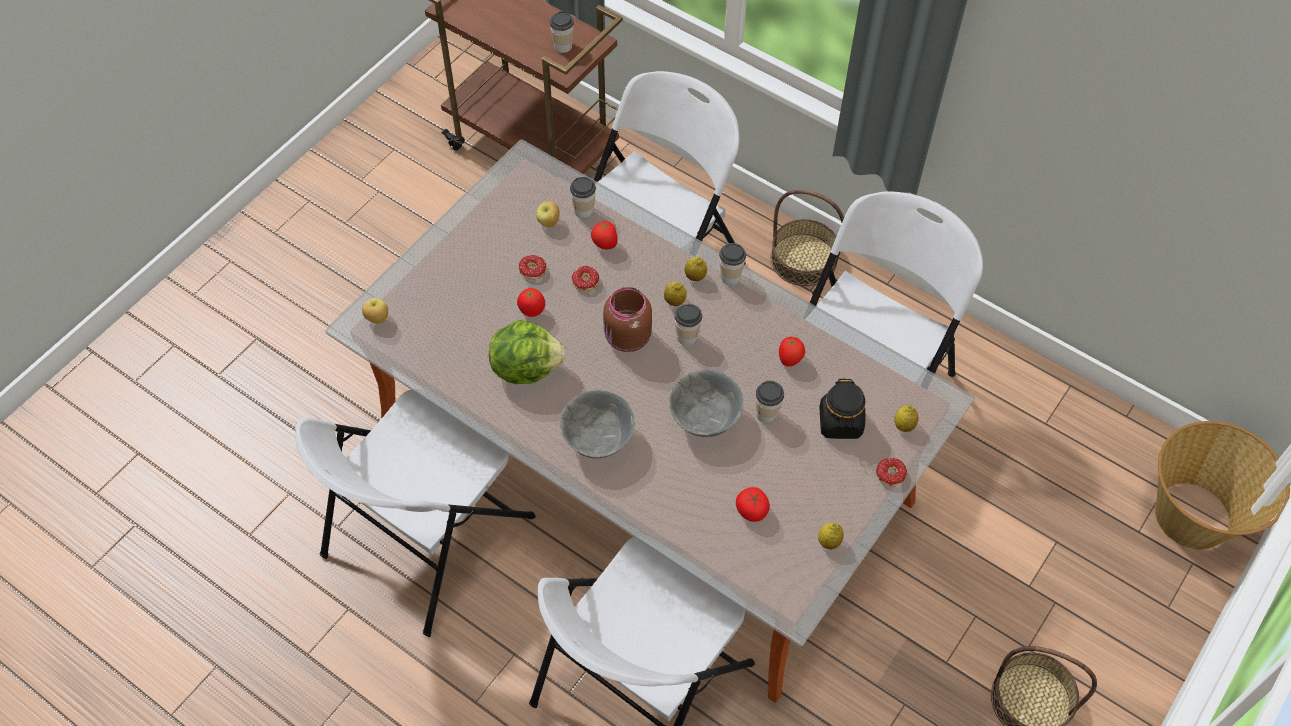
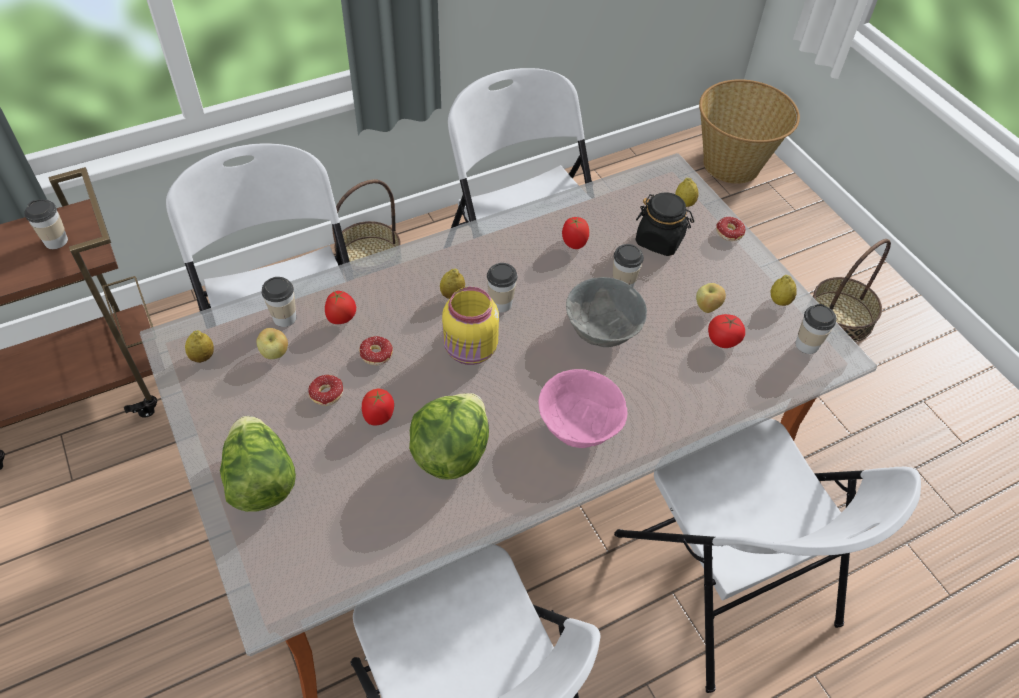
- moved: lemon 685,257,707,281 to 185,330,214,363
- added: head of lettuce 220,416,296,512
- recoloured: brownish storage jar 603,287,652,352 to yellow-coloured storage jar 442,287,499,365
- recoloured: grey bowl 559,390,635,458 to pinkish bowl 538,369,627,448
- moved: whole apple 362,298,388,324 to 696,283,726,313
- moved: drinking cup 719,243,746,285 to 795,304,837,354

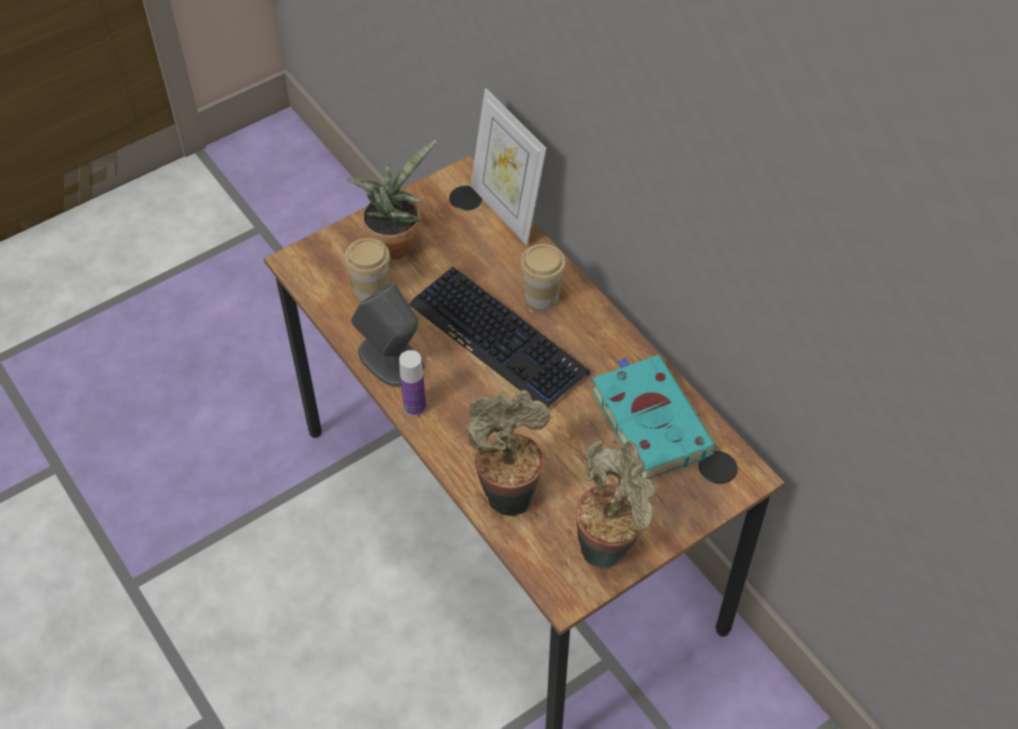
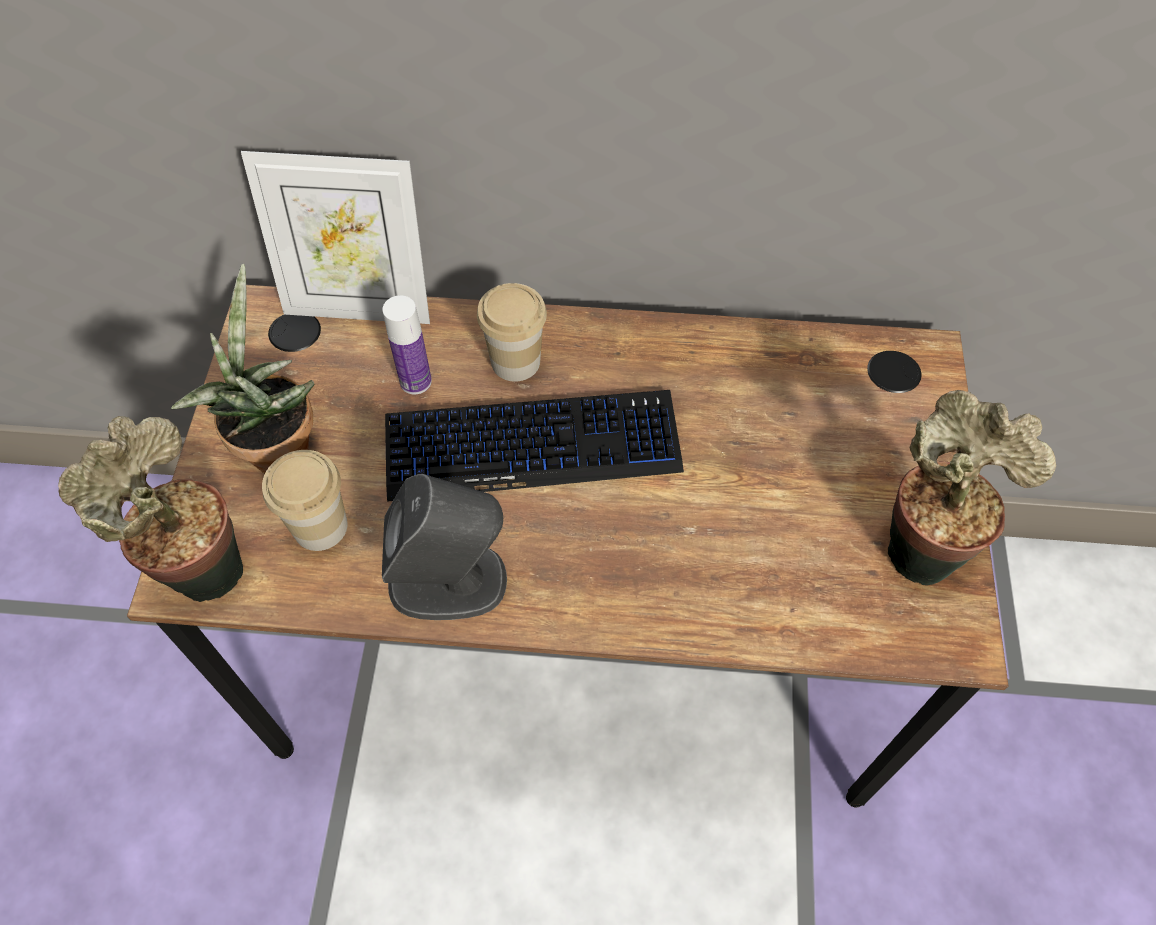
- moved: potted plant 466,390,550,516 to 58,416,243,602
- moved: bottle 399,350,426,416 to 382,295,432,394
- removed: turquoise book 591,355,716,479

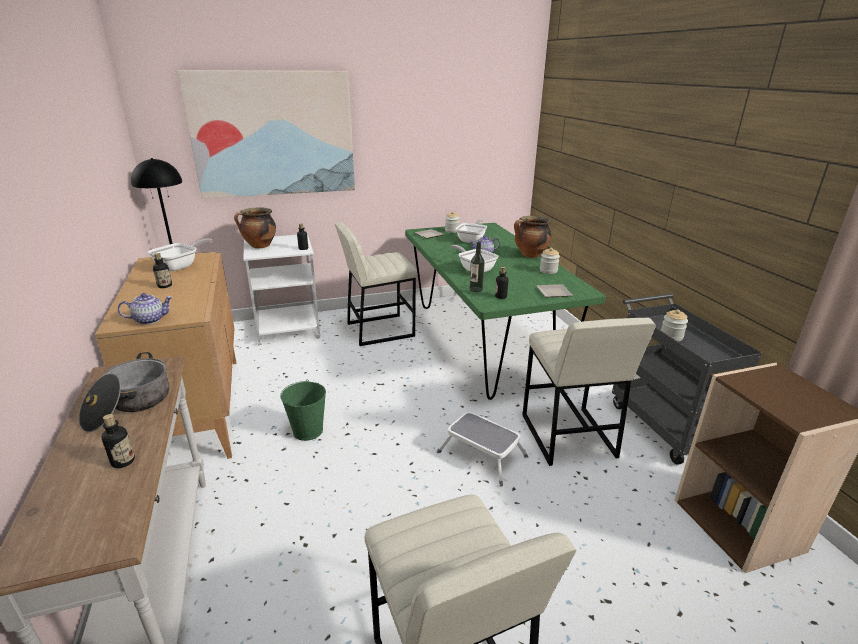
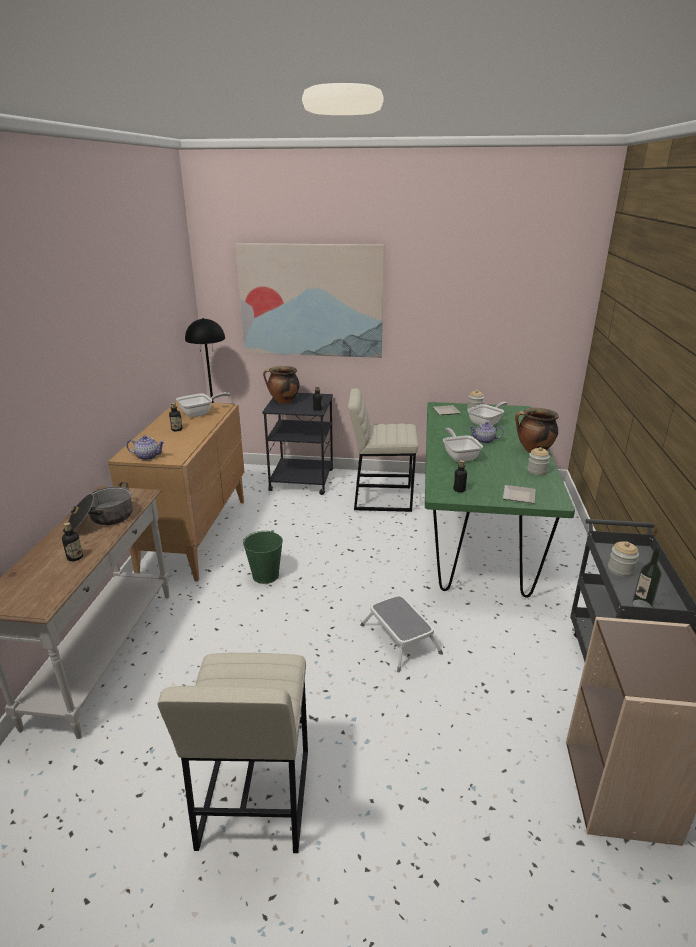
- recoloured: white-coloured trolley 243,234,321,346 to black trolley 262,393,333,495
- moved: bottle 470,242,485,292 to 632,548,661,608
- removed: sand-coloured plain chair 522,318,656,466

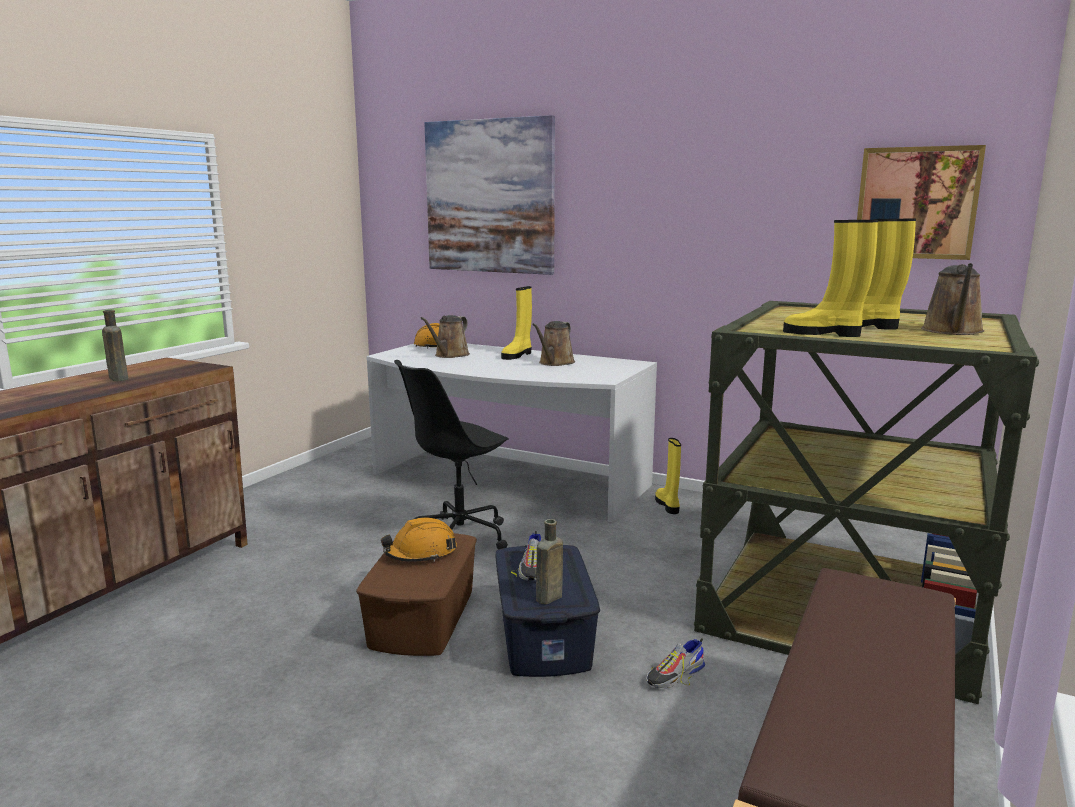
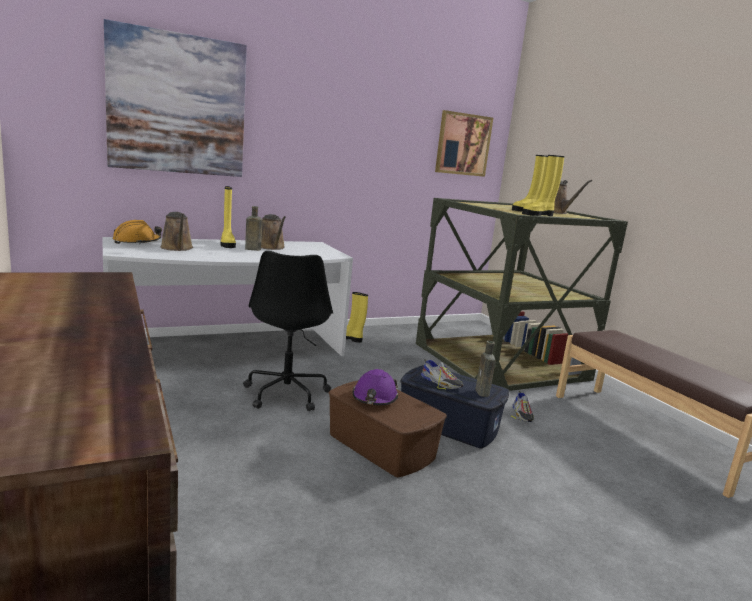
- moved: brownish bottle 102,310,128,381 to 245,206,262,251
- recoloured: orange-coloured work helmet 381,517,457,562 to purplish work helmet 352,369,398,405

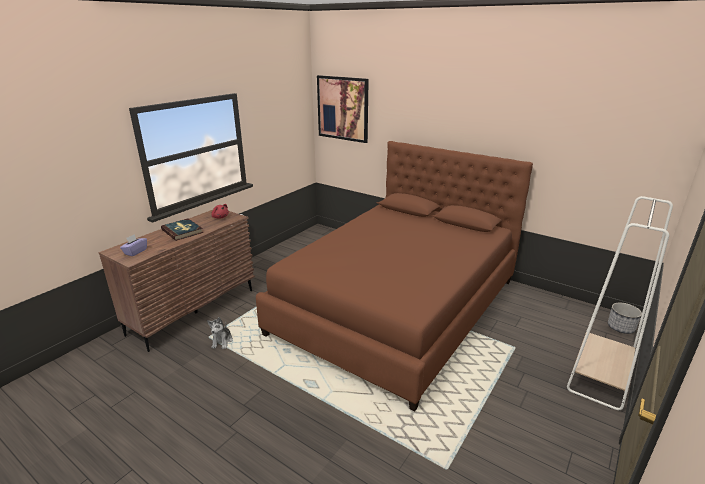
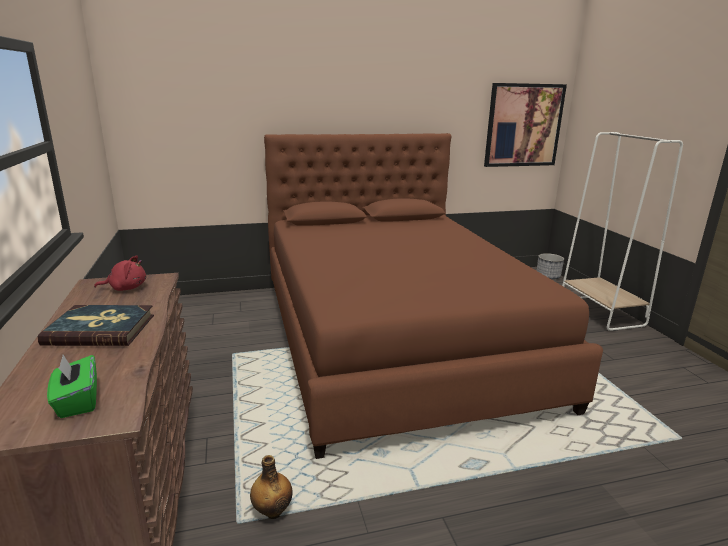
- recoloured: purplish tissue holder 120,234,147,256 to green tissue holder 47,355,97,418
- replaced: cuddly toy 207,317,233,349 to bottle 250,455,293,519
- moved: wall art 317,75,369,143 to 484,83,567,167

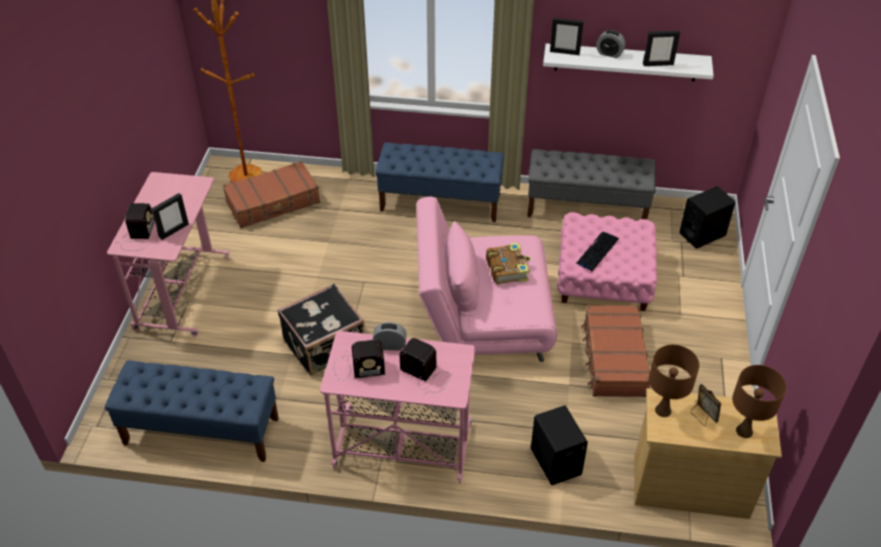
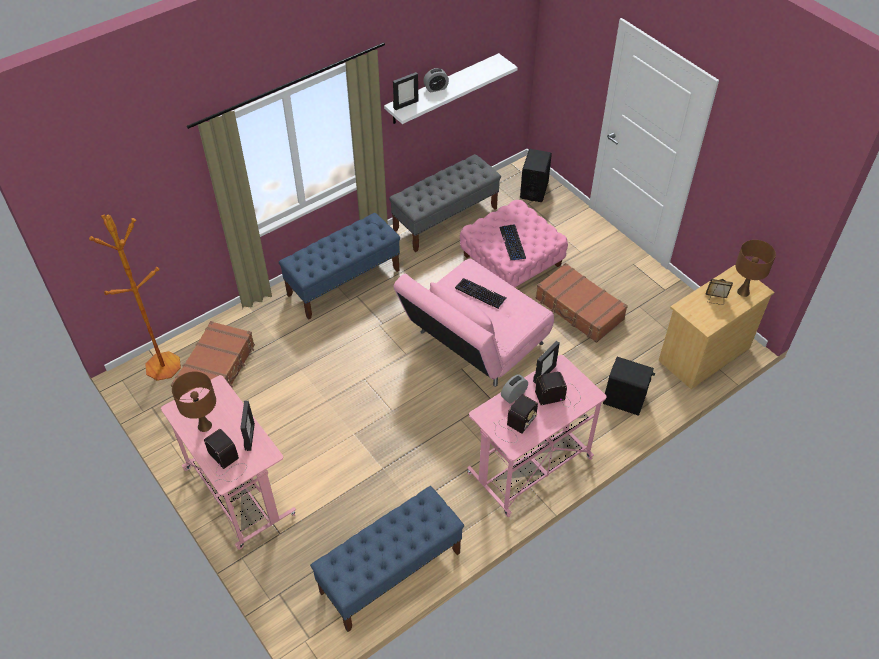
- moved: brownish lamp for a table 649,345,700,417 to 172,371,216,432
- replaced: book 486,242,531,285 to computer keyboard 455,278,507,309
- moved: picture frame 643,31,680,66 to 533,341,560,384
- removed: black piece of luggage 277,284,364,375

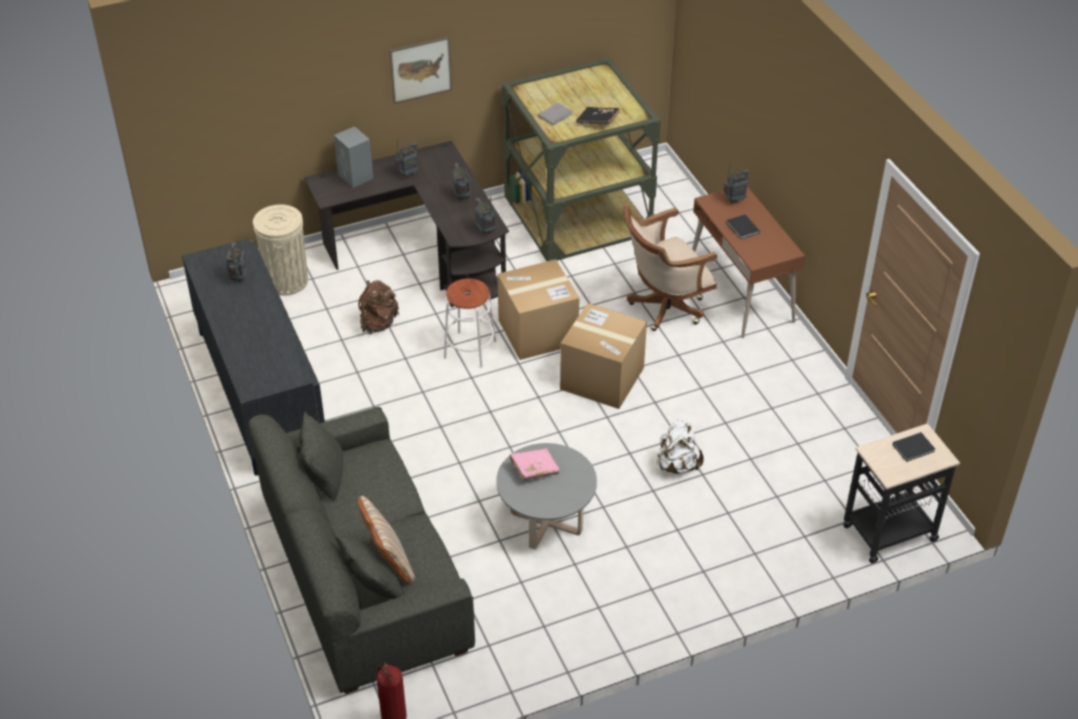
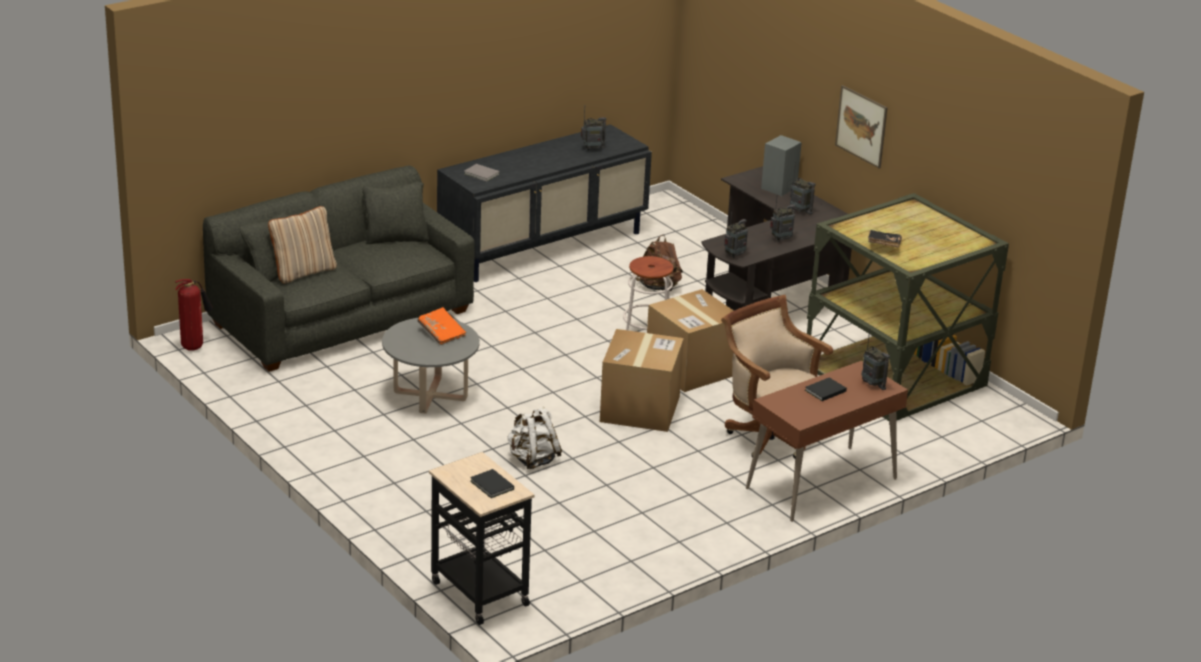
- recoloured: pinkish book 510,448,559,480 to orange-coloured book 418,307,467,345
- moved: grey book 538,103,573,125 to 464,164,499,182
- removed: sand-coloured trash can 253,204,308,296

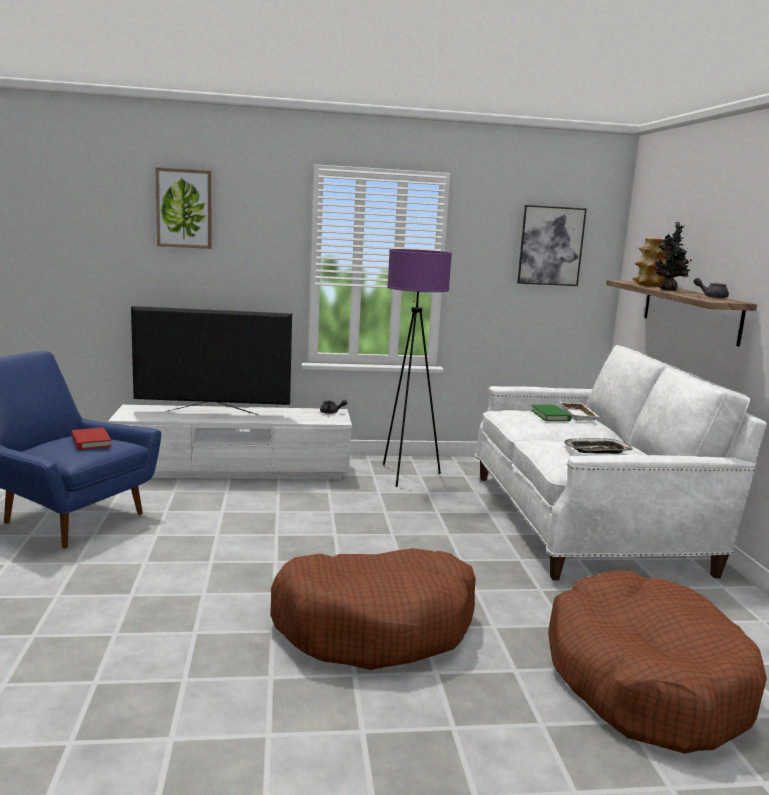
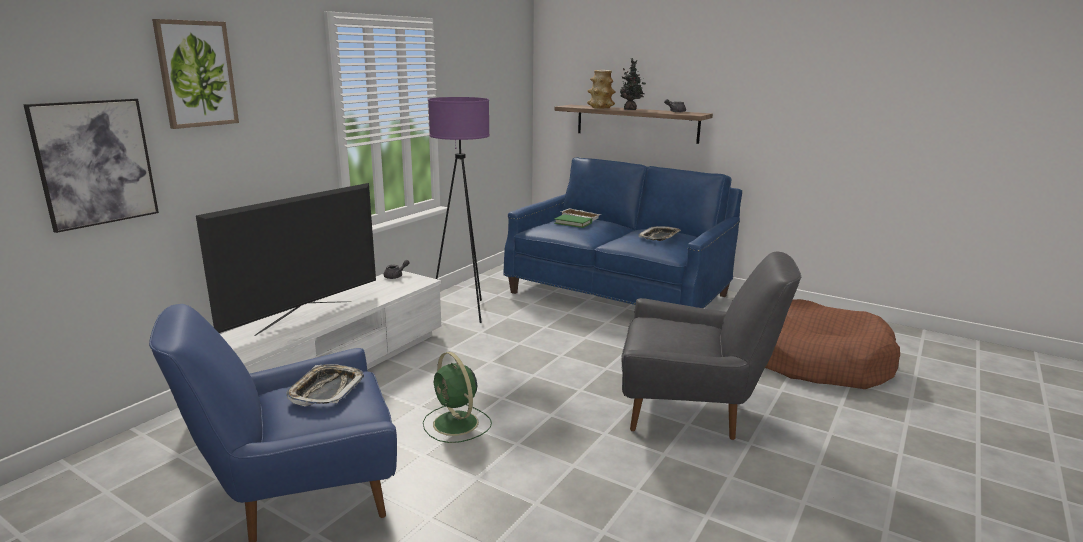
- moved: wall art 517,205,587,286 to 23,98,159,233
- replaced: red-coloured book 71,427,112,450 to tray 286,364,364,406
- added: green fan 423,352,492,443
- recoloured: white-coloured couch 475,345,767,580 to blue couch 503,157,742,308
- replaced: brownish dog cushion 270,548,476,670 to grey lounge chair 621,252,801,440

